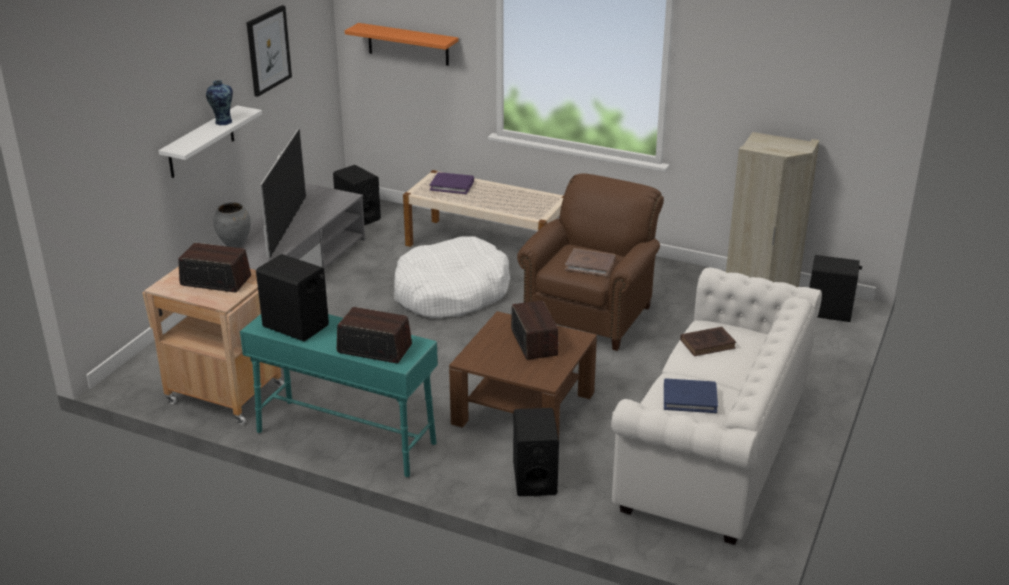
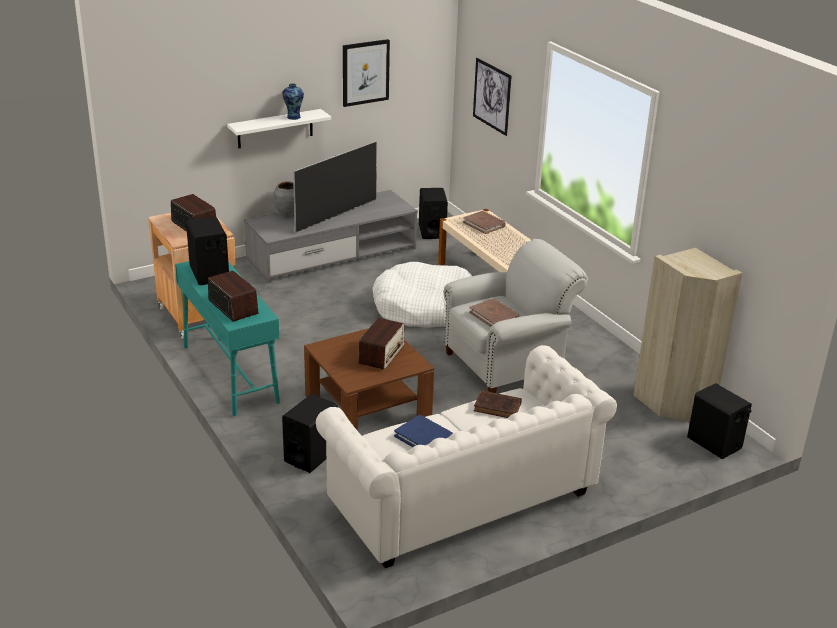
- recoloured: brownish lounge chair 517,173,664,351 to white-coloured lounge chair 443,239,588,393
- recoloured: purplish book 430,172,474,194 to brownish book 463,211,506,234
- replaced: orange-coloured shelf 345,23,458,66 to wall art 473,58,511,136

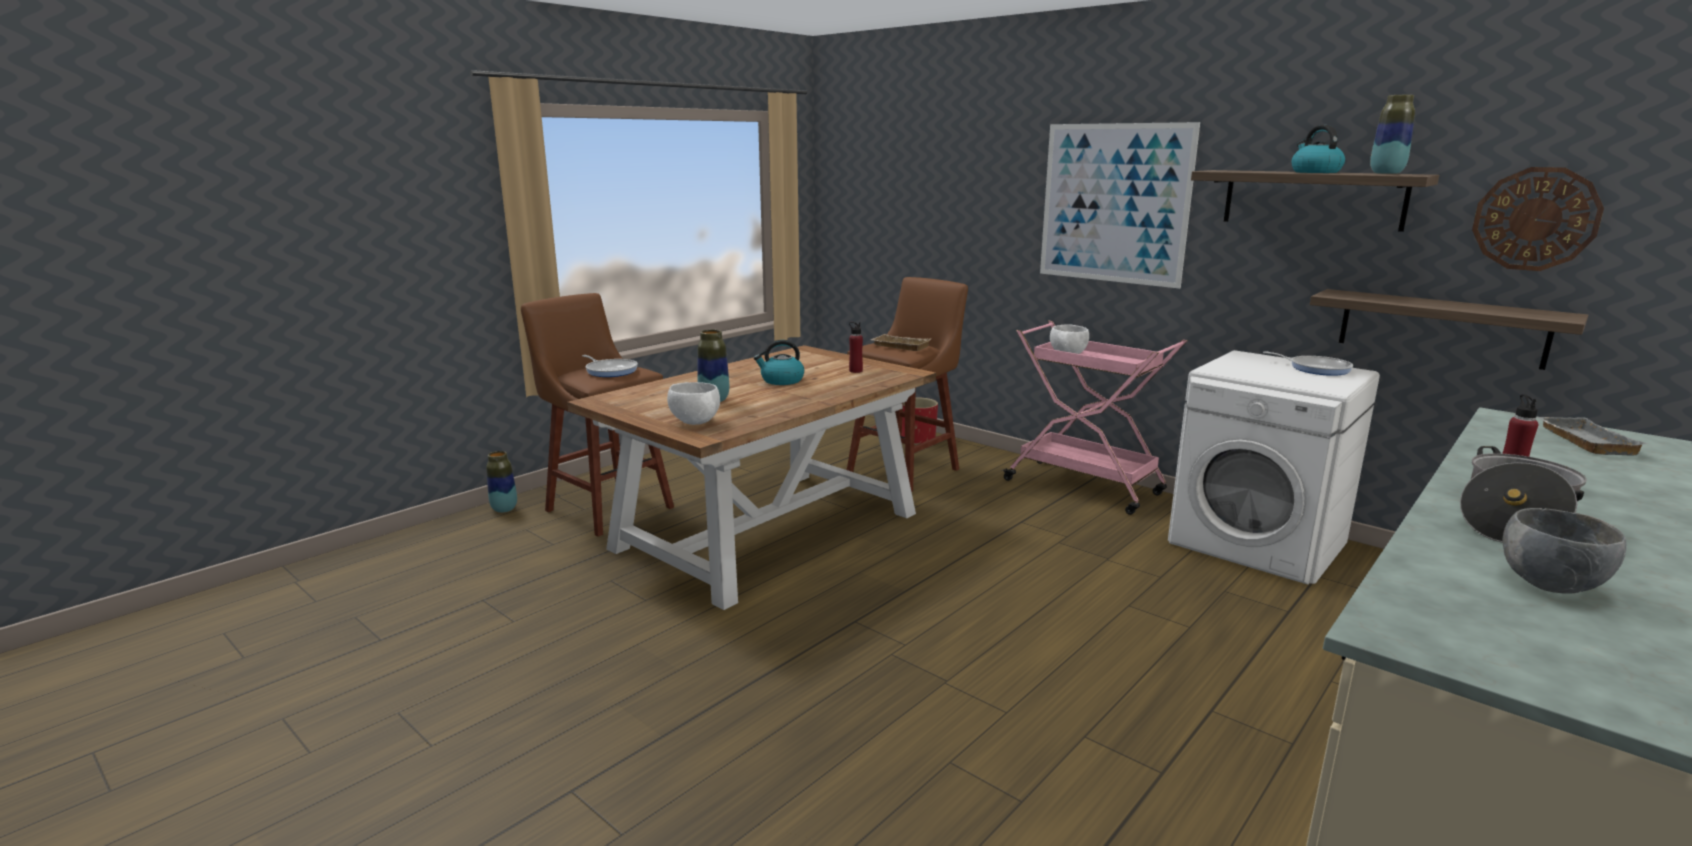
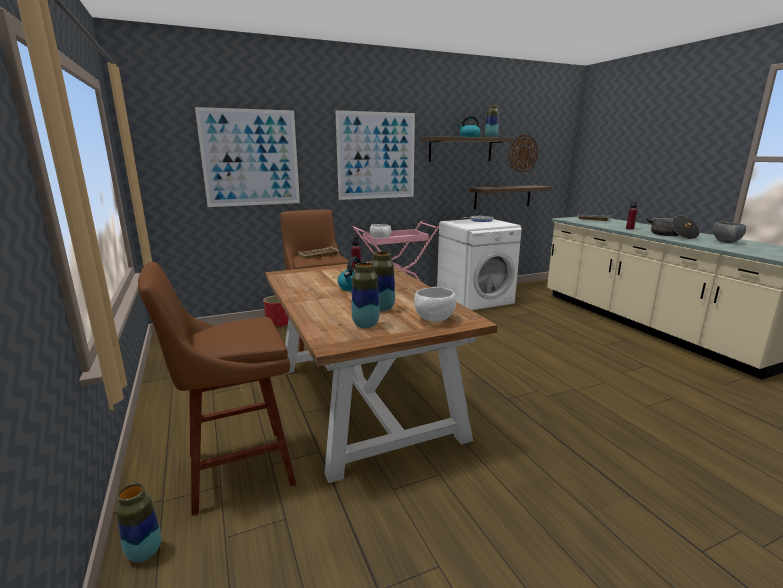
- added: wall art 195,107,300,207
- added: flower vase 351,262,380,328
- removed: frying pan 582,355,638,377

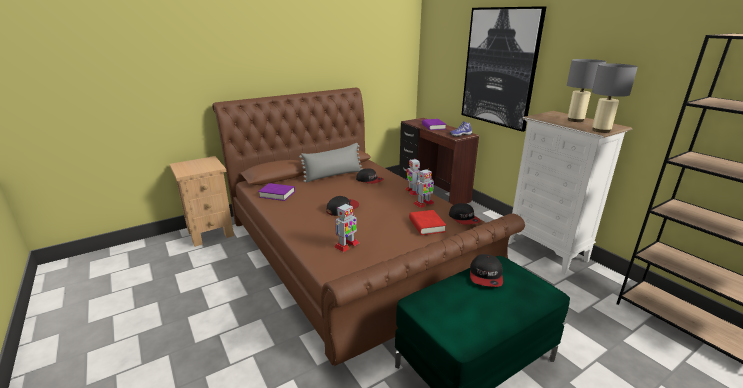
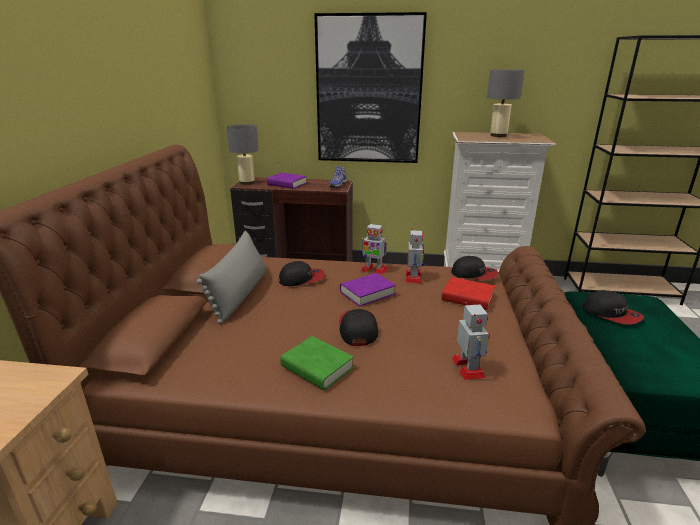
- moved: grey lamp for a table 592,63,638,133 to 227,124,259,185
- added: green book 280,336,354,390
- moved: purplish book 258,183,295,201 to 340,273,396,307

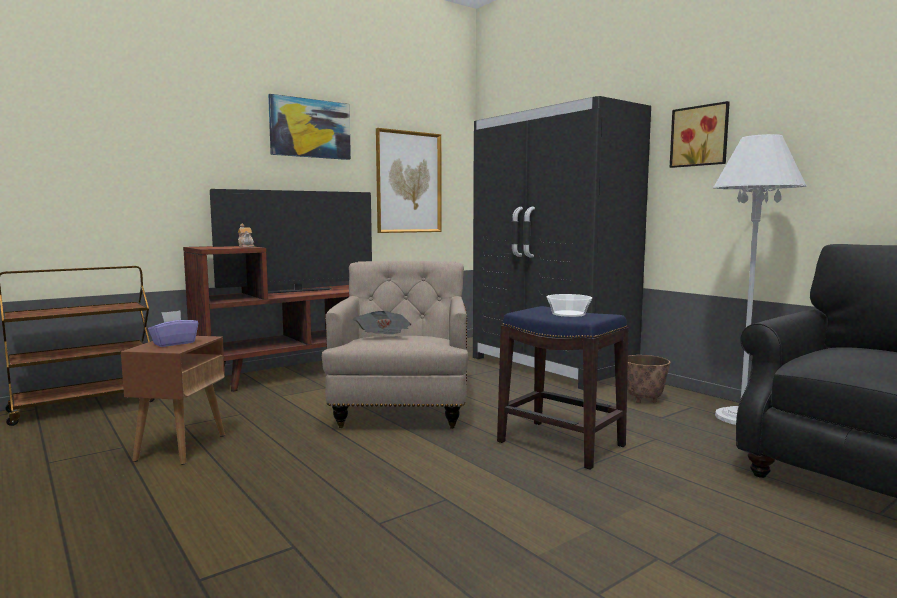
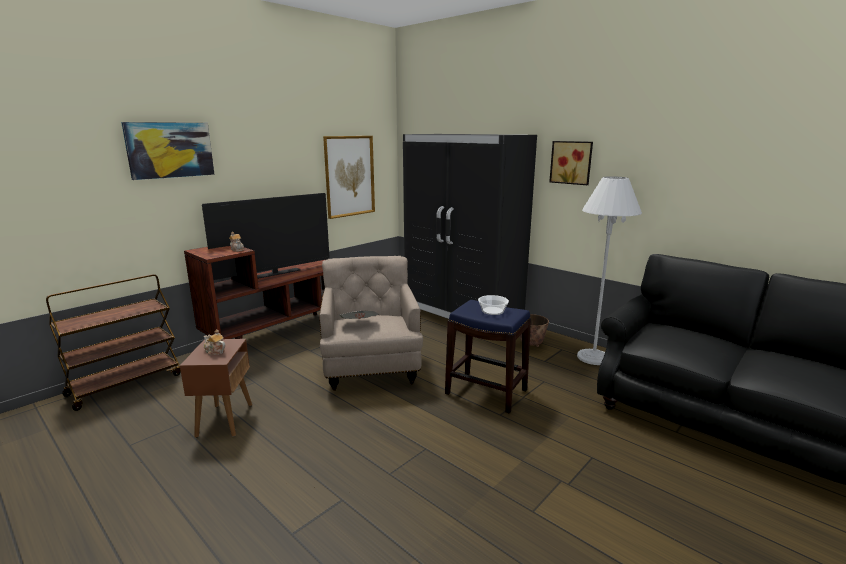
- moved: wall art 268,94,351,160 to 121,122,215,180
- replaced: purplish tissue holder 148,310,198,347 to pot for tea 203,329,225,355

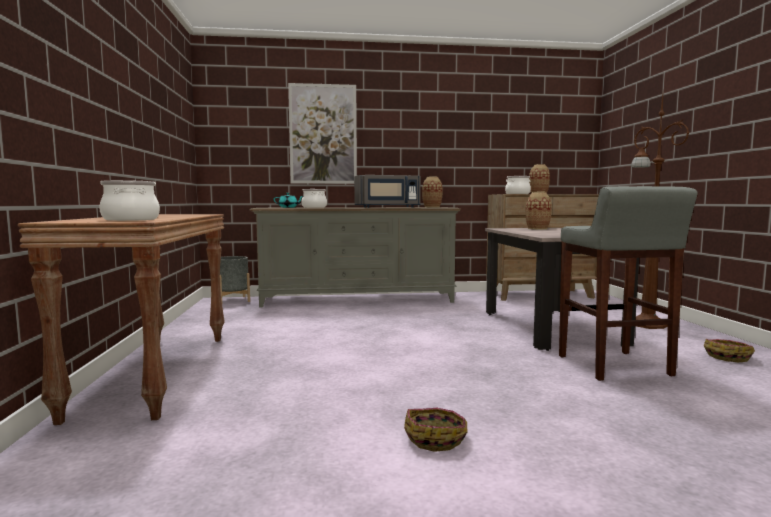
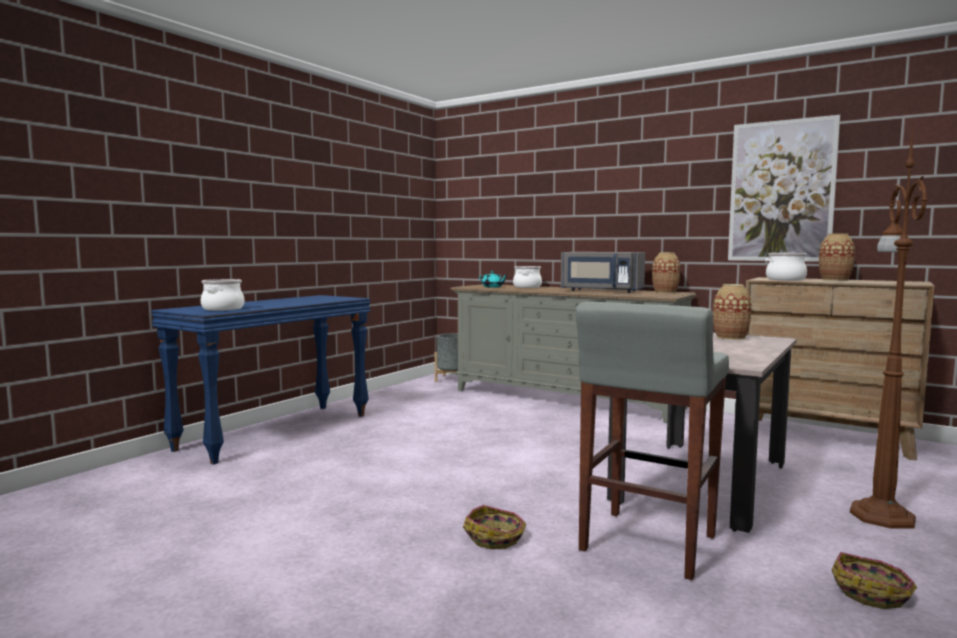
- recoloured: brownish hall table 18,214,225,425 to blue hall table 151,295,371,464
- moved: storage basket 404,408,467,452 to 463,505,526,549
- moved: wall art 288,83,357,184 to 728,115,840,262

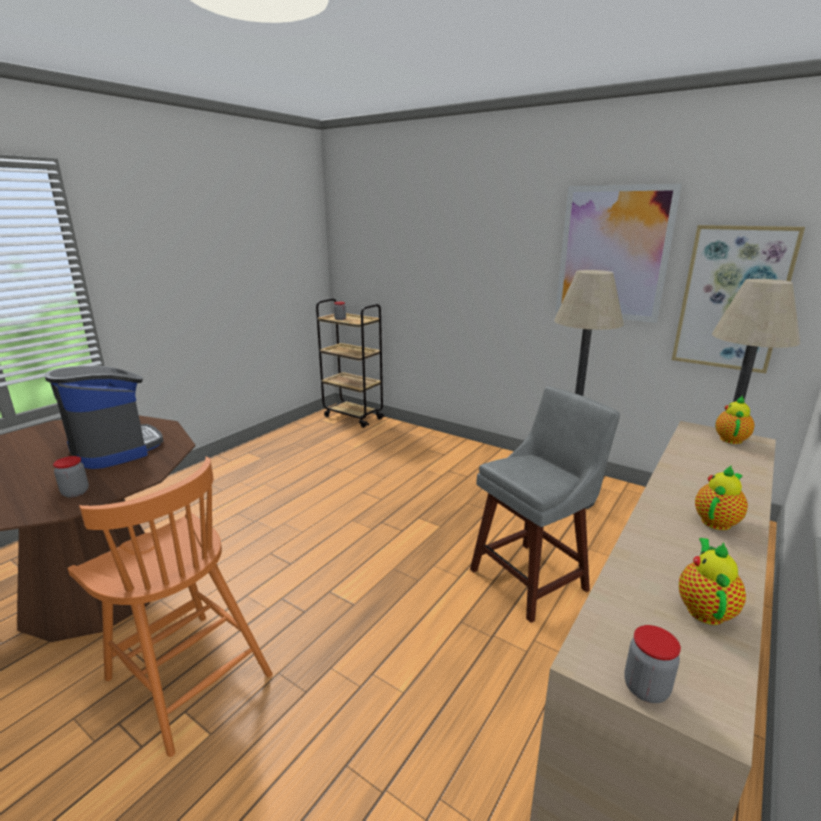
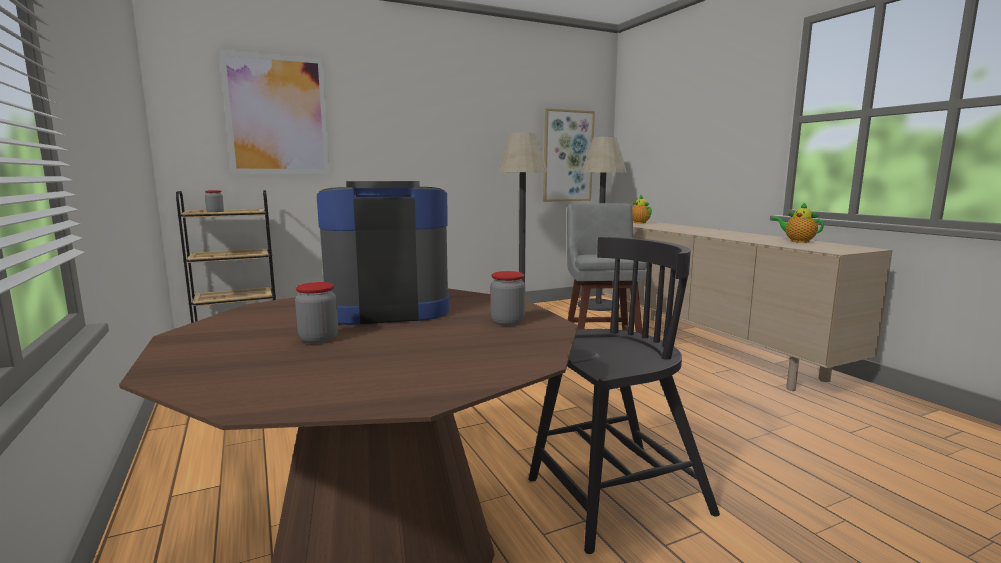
- moved: wall art 556,184,682,323 to 219,49,330,174
- moved: storage jar 624,625,681,703 to 295,282,338,344
- recoloured: orange-coloured plain chair 67,457,273,757 to black plain chair 528,237,720,554
- removed: pot for tea 695,465,748,530

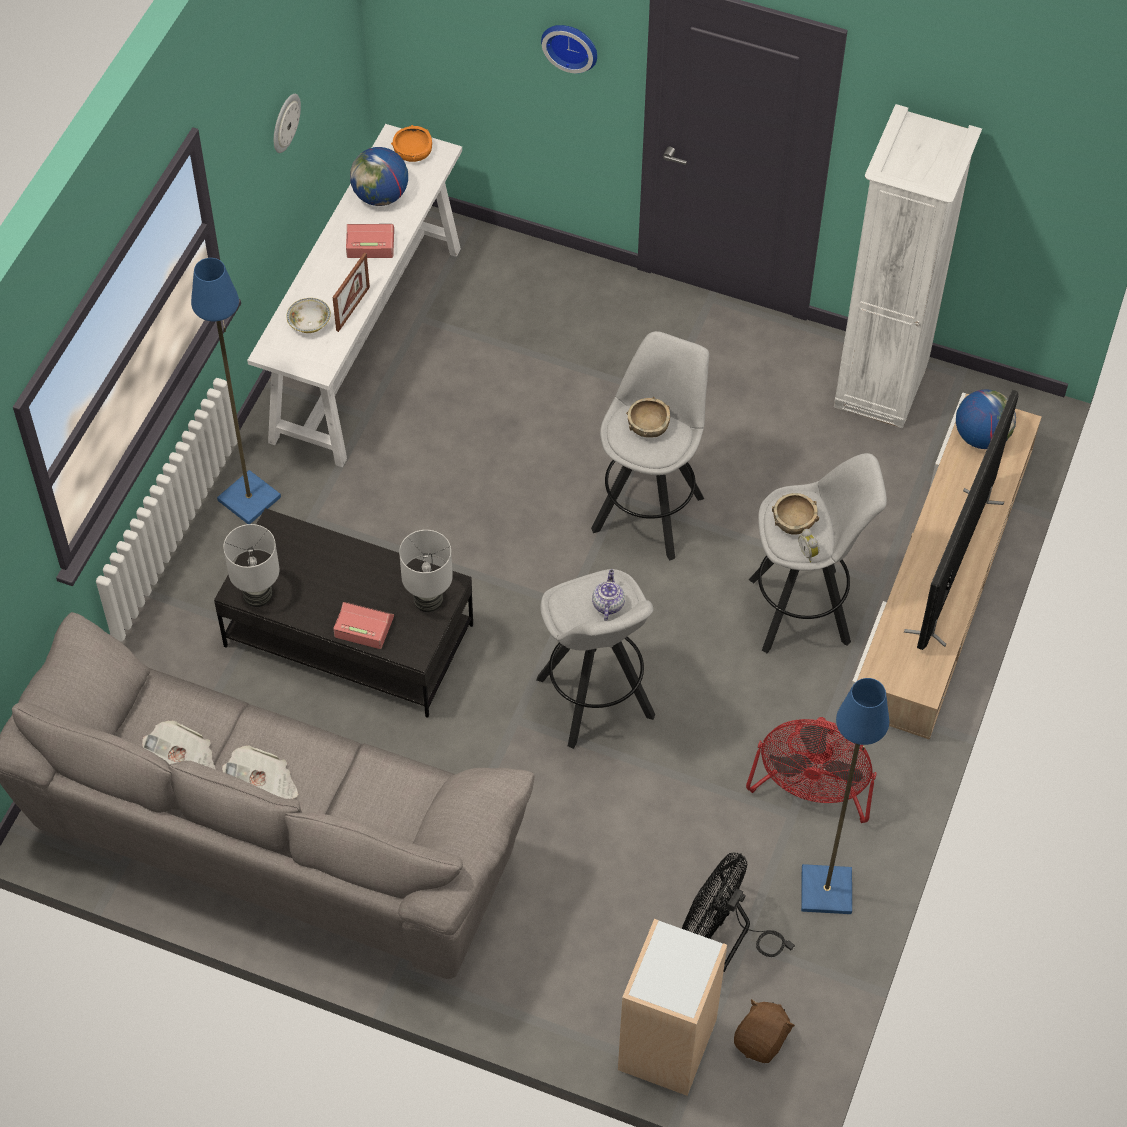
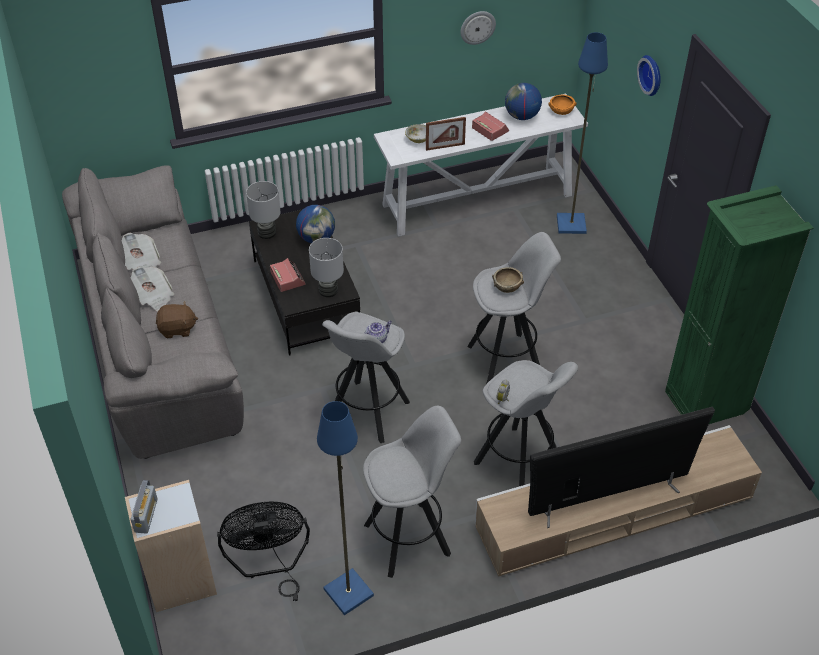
- added: radio receiver 131,480,157,534
- moved: brownish cuddly toy 734,999,795,1063 to 156,301,198,338
- moved: desk globe 956,389,1016,449 to 296,205,335,243
- replaced: red-coloured fan 746,717,877,823 to grey stool seat 363,406,461,578
- moved: blue standing lamp 191,258,281,524 to 557,32,608,234
- recoloured: white-coloured storage cabinet 834,104,982,428 to green storage cabinet 665,185,814,424
- removed: brownish bowl 772,493,819,535

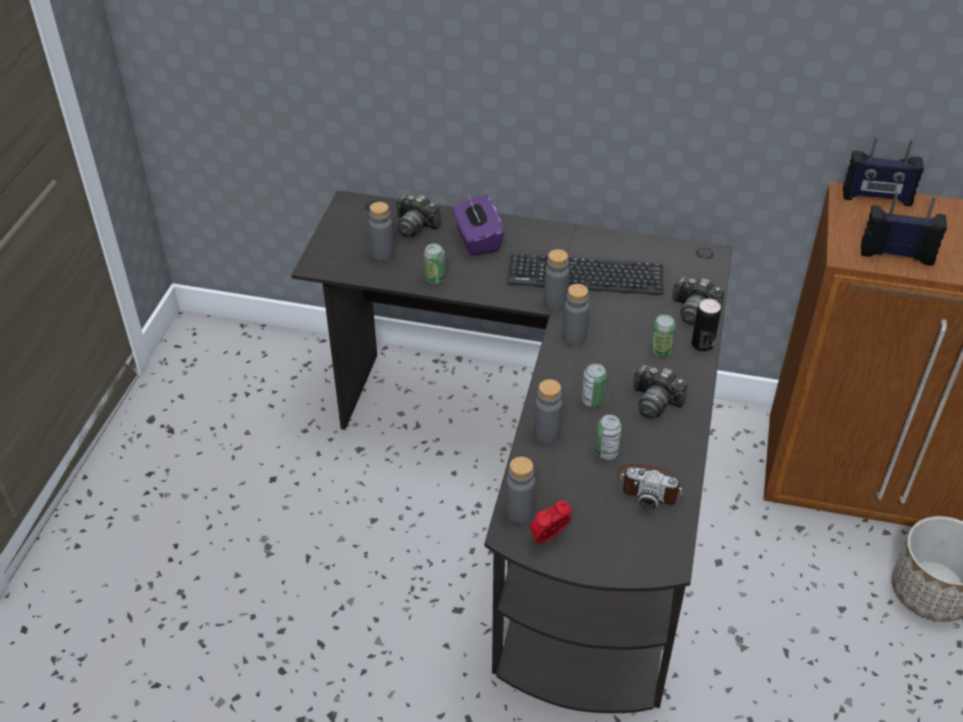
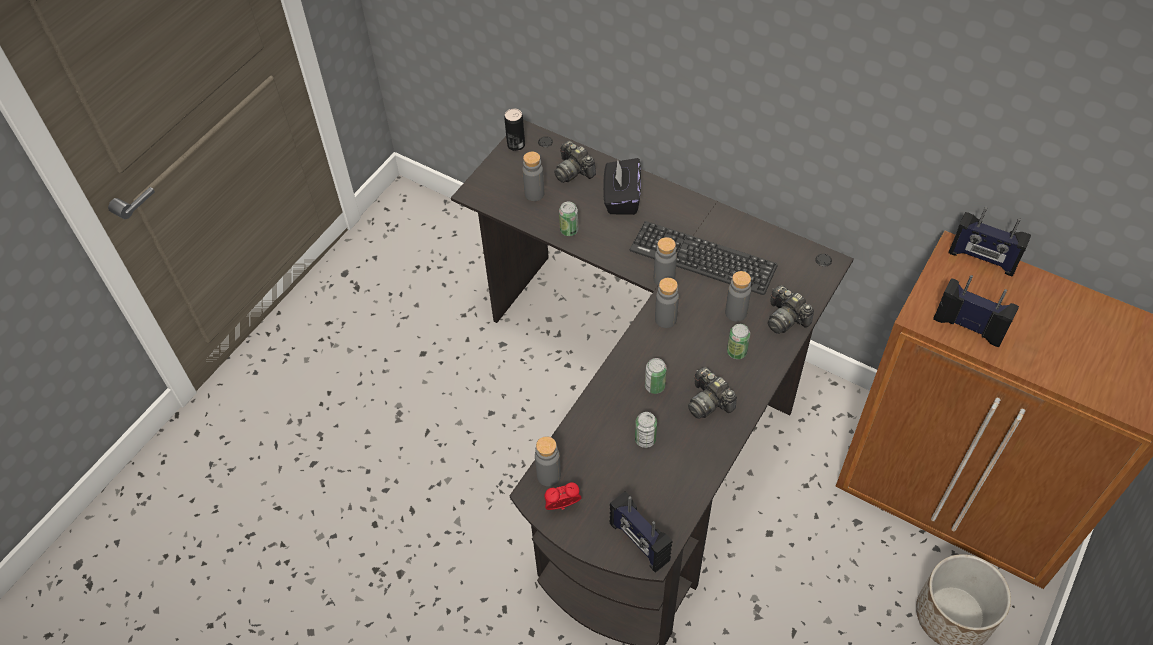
- moved: sealed can 692,299,721,352 to 504,108,525,151
- recoloured: purplish tissue holder 452,194,504,256 to black tissue holder 603,158,641,215
- added: radio receiver 610,492,673,573
- moved: grey bottle 534,379,562,444 to 725,271,751,322
- removed: photo camera 617,464,684,510

